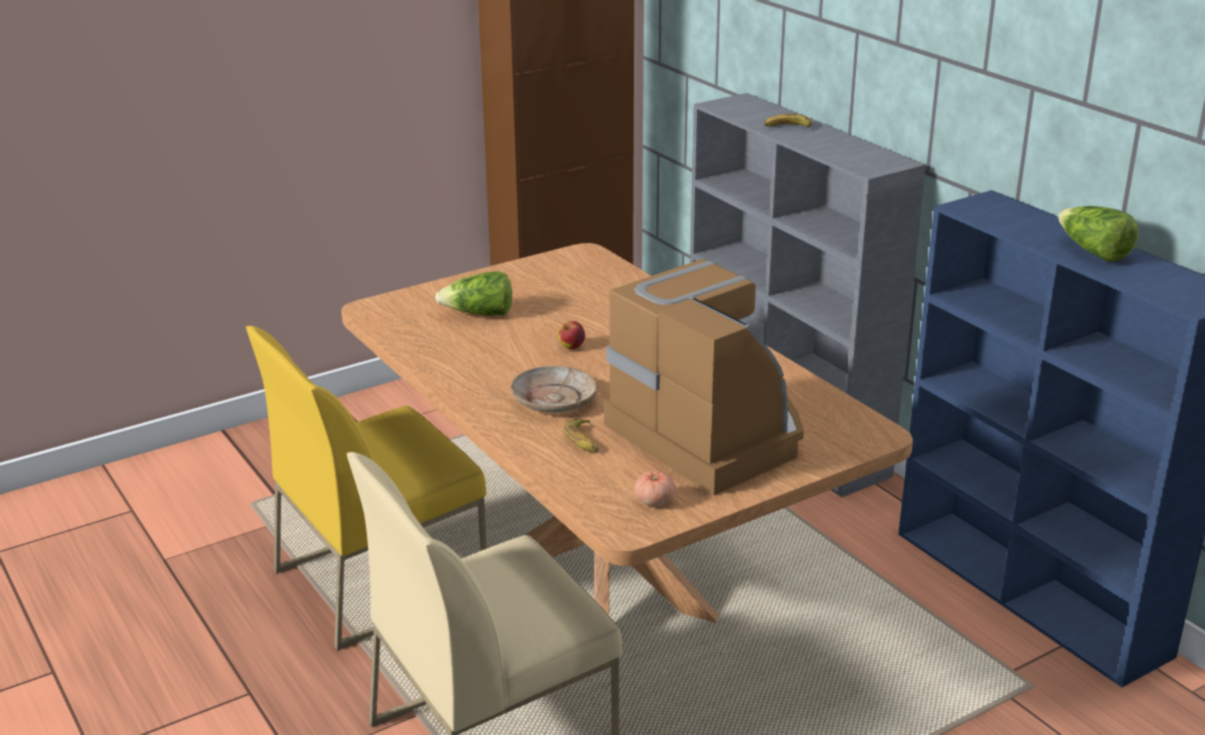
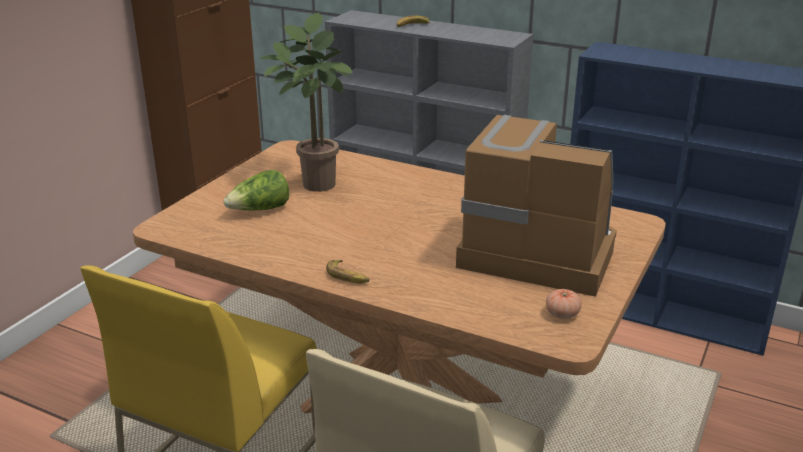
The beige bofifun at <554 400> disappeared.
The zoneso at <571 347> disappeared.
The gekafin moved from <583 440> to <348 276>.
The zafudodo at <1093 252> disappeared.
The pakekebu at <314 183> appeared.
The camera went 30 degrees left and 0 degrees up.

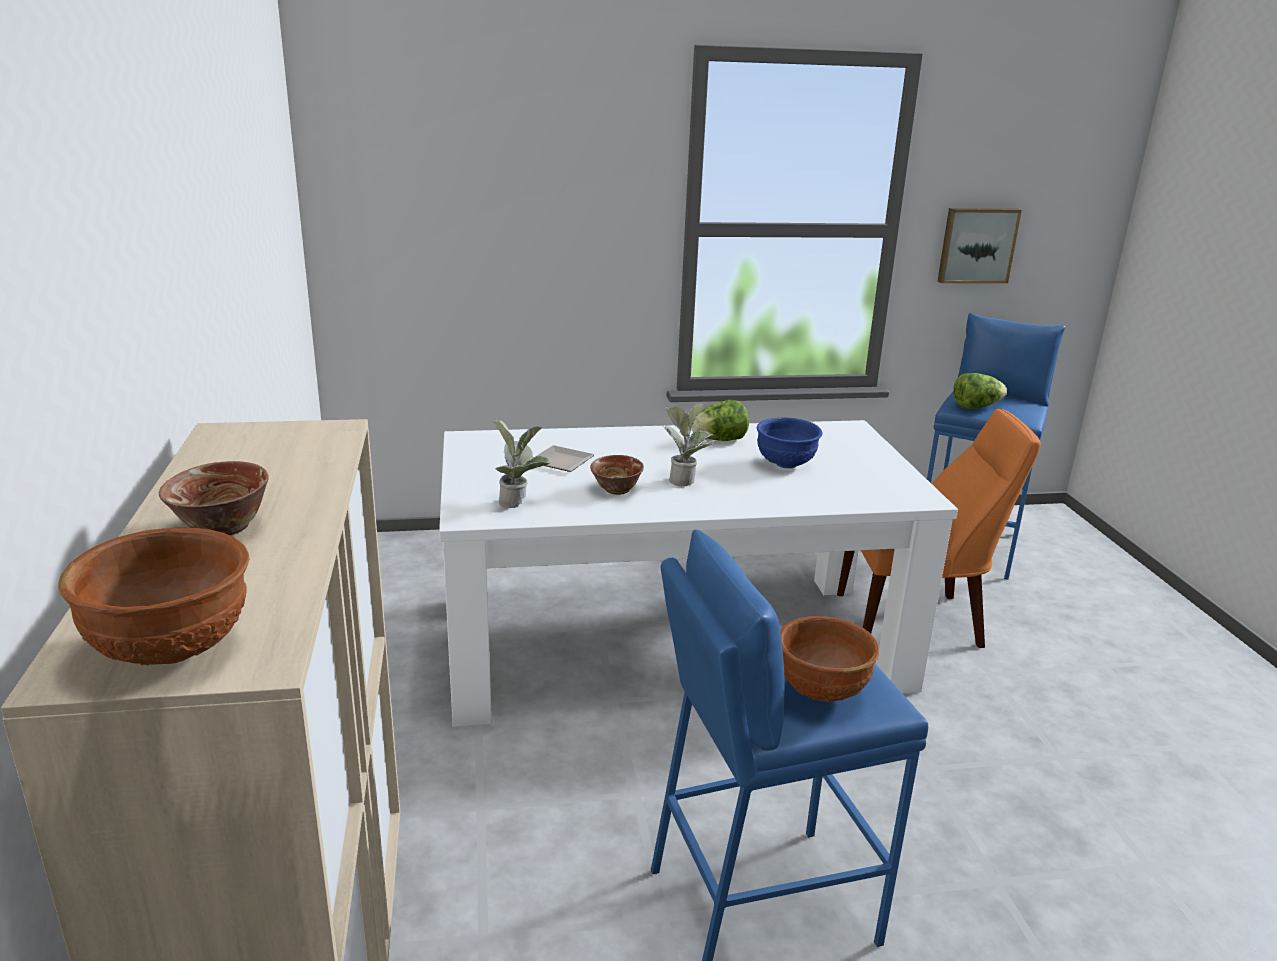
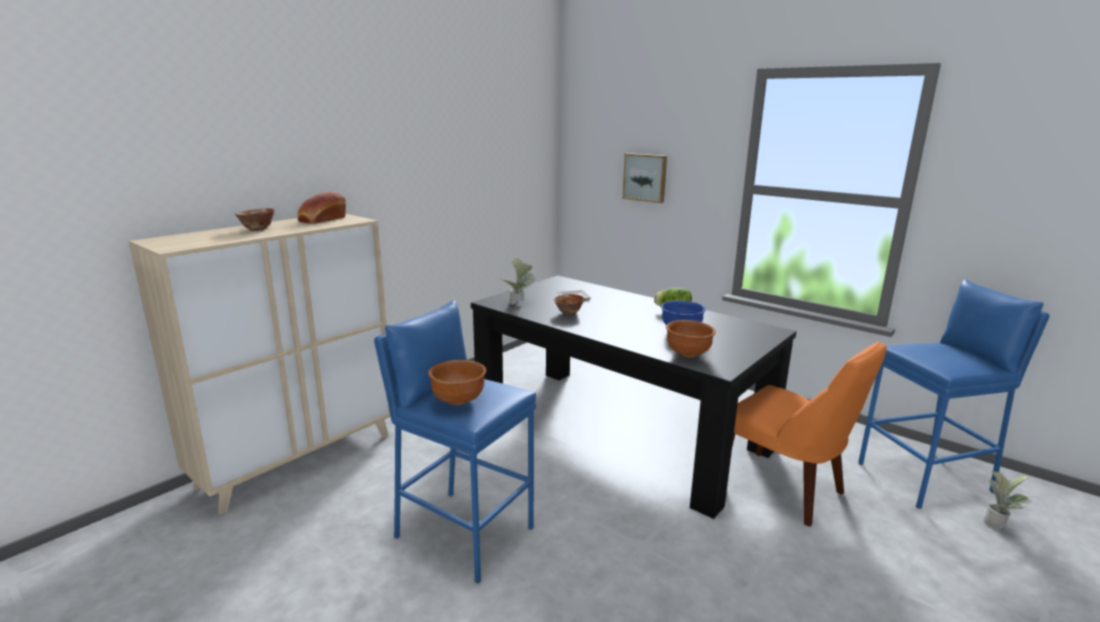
The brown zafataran moved from <173 651> to <688 355>.
The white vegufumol at <673 643> became the black vegufumol at <617 428>.
The pakekebu moved from <686 480> to <998 523>.
The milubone moved from <976 245> to <645 177>.
The zafudodo at <976 407> disappeared.
The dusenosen at <321 220> appeared.
The camera went 50 degrees right and 5 degrees down.

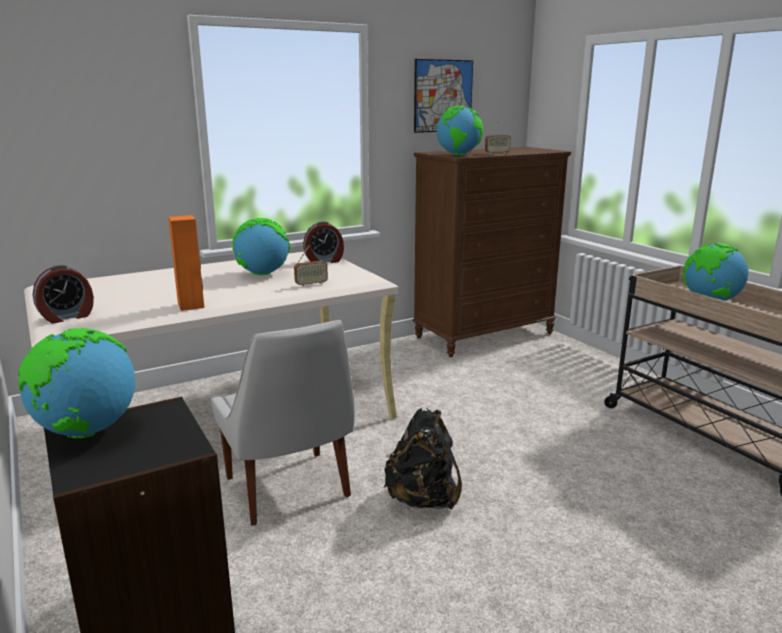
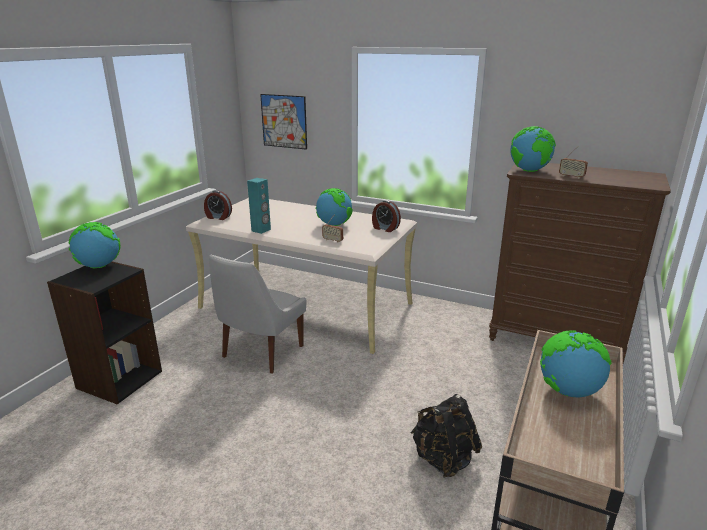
The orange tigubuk at <191 305> became the turquoise tigubuk at <261 230>.
The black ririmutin moved from <423 499> to <443 459>.
The milubone moved from <443 96> to <284 121>.
The camera went 55 degrees right and 5 degrees up.

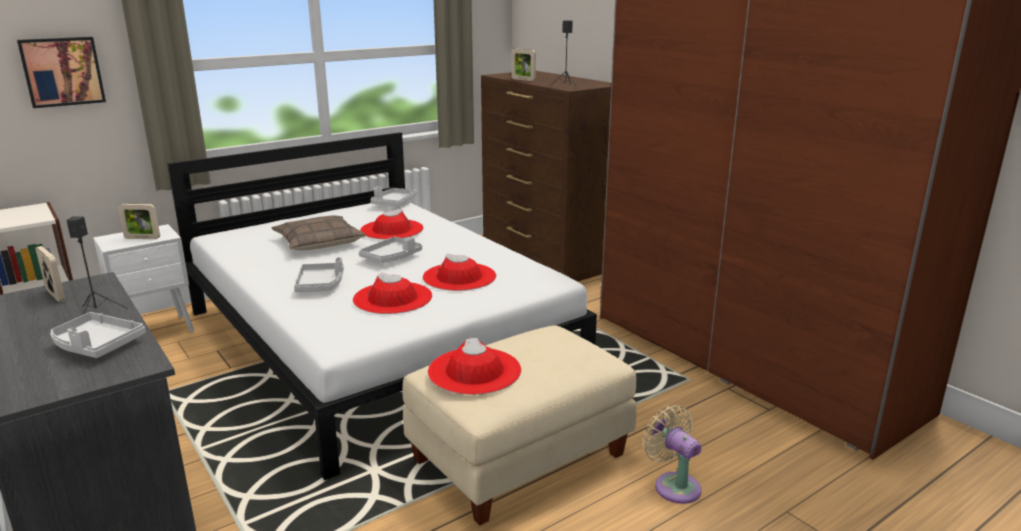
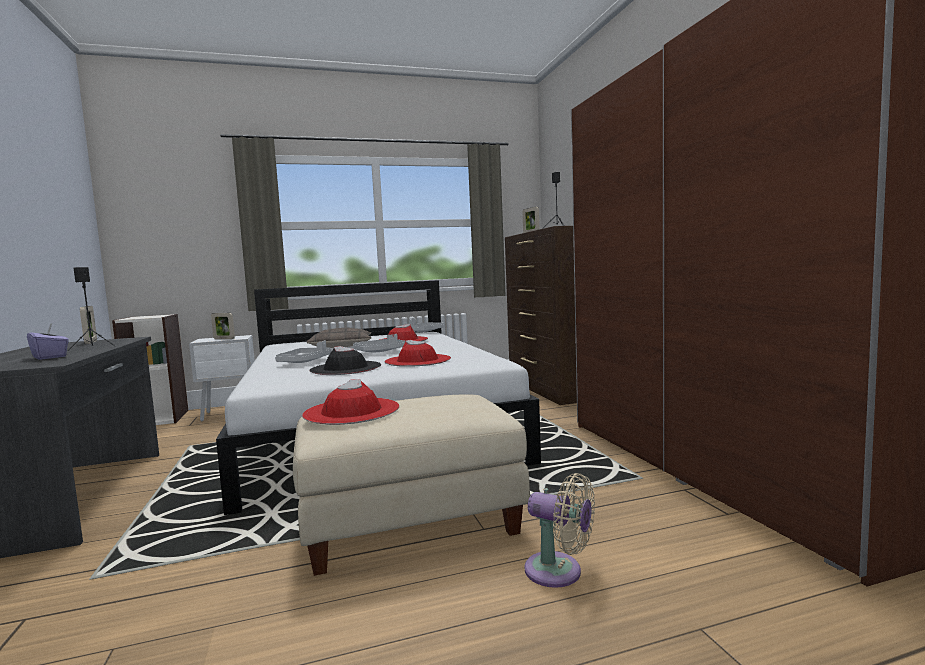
The milubone at <62 71> disappeared.
The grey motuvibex at <96 345> was replaced by the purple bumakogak at <50 357>.
The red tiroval at <392 298> became the black tiroval at <346 368>.
The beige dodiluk at <674 485> turned 135 degrees clockwise.
The camera went 20 degrees right and 15 degrees down.

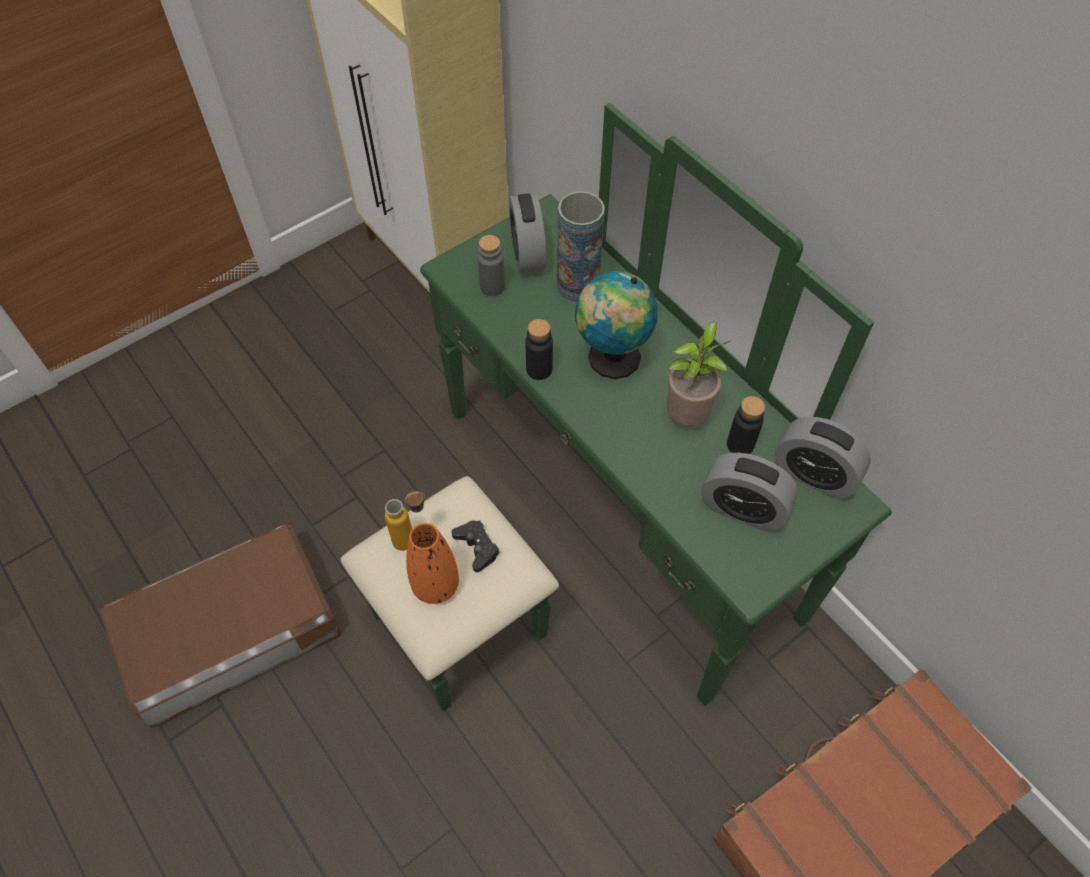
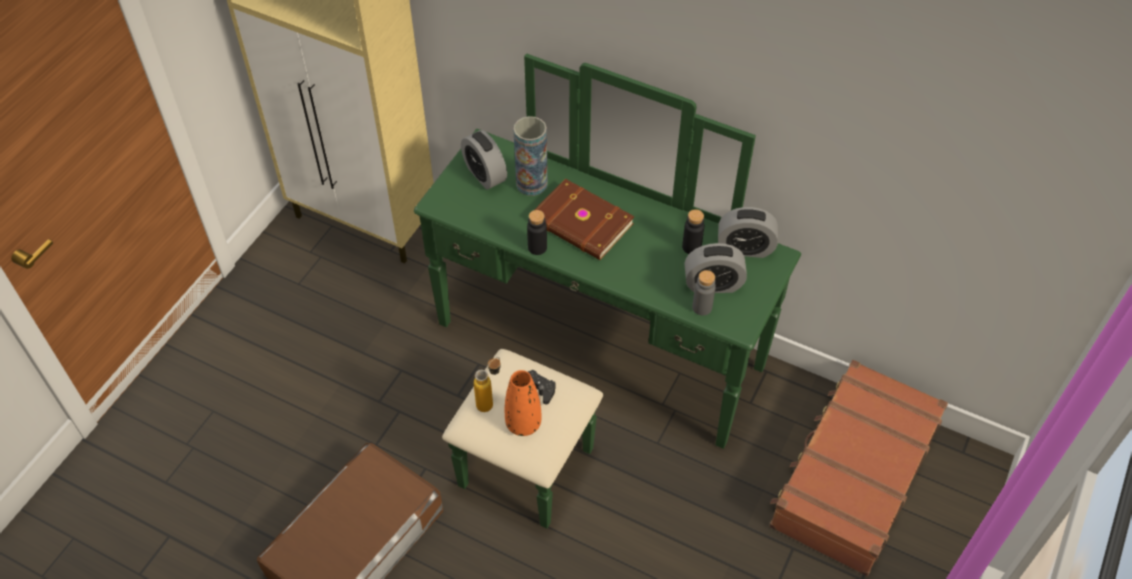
The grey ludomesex moved from <492 286> to <702 307>.
The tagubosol at <611 359> was replaced by the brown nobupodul at <581 224>.
The pakekebu at <688 415> disappeared.
The camera went 25 degrees left and 5 degrees down.

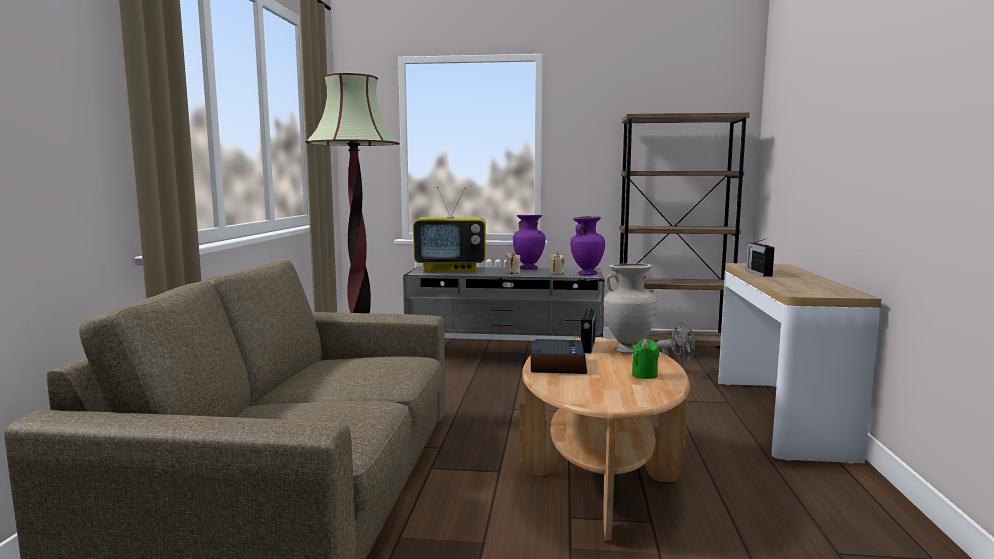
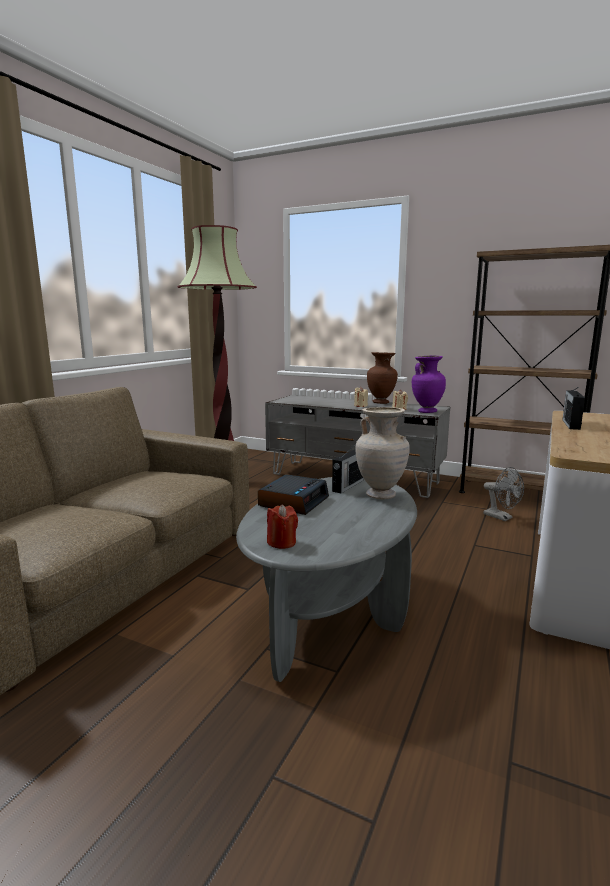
The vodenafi at <451 269> disappeared.
The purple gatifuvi at <529 269> became the brown gatifuvi at <381 403>.
The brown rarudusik at <600 477> became the grey rarudusik at <330 613>.
The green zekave at <644 375> disappeared.
The red zekave at <282 542> appeared.
The camera went 20 degrees right and 5 degrees up.

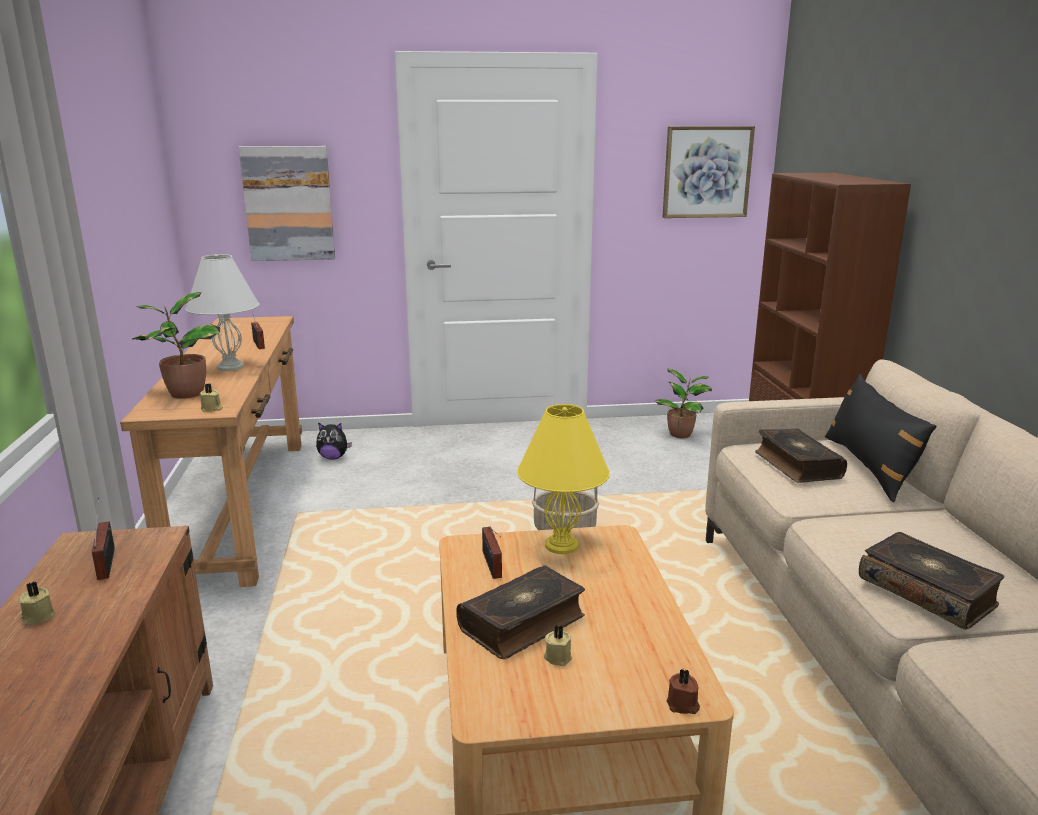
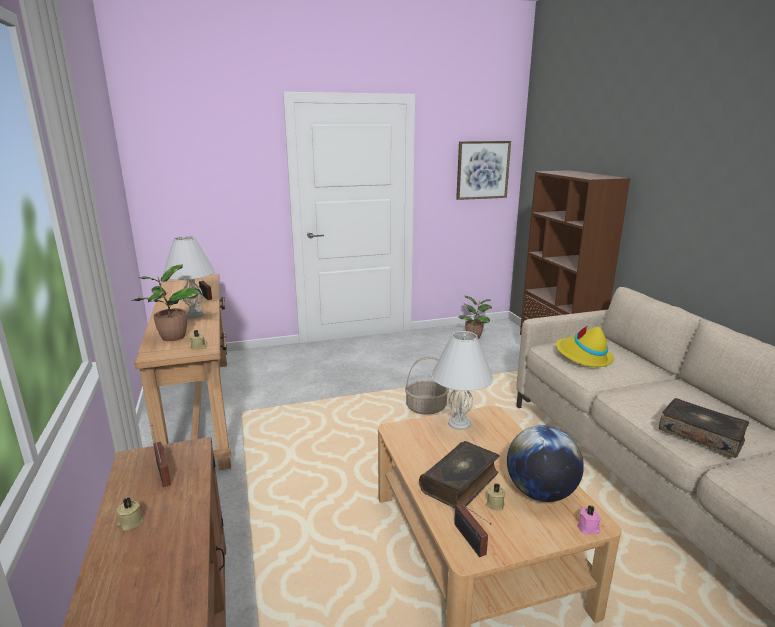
The milubone at <288 203> disappeared.
The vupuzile at <333 457> disappeared.
The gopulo moved from <492 566> to <470 541>.
The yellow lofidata at <561 545> became the white lofidata at <459 423>.
The brown zekave at <683 705> became the pink zekave at <588 528>.
The nobupodul at <796 465> was replaced by the yellow tiroval at <583 357>.
The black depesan at <869 467> disappeared.
The tagubosol at <540 493> appeared.
The camera went 10 degrees left and 0 degrees up.

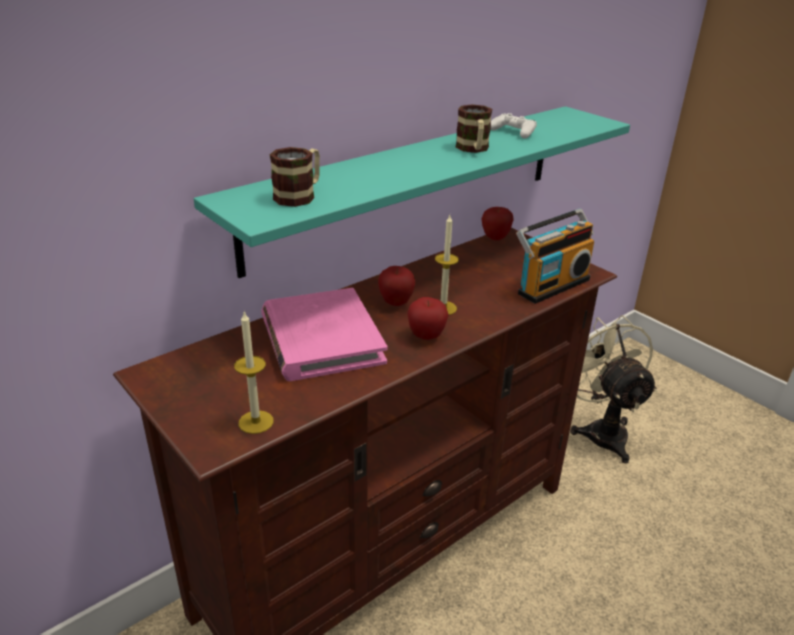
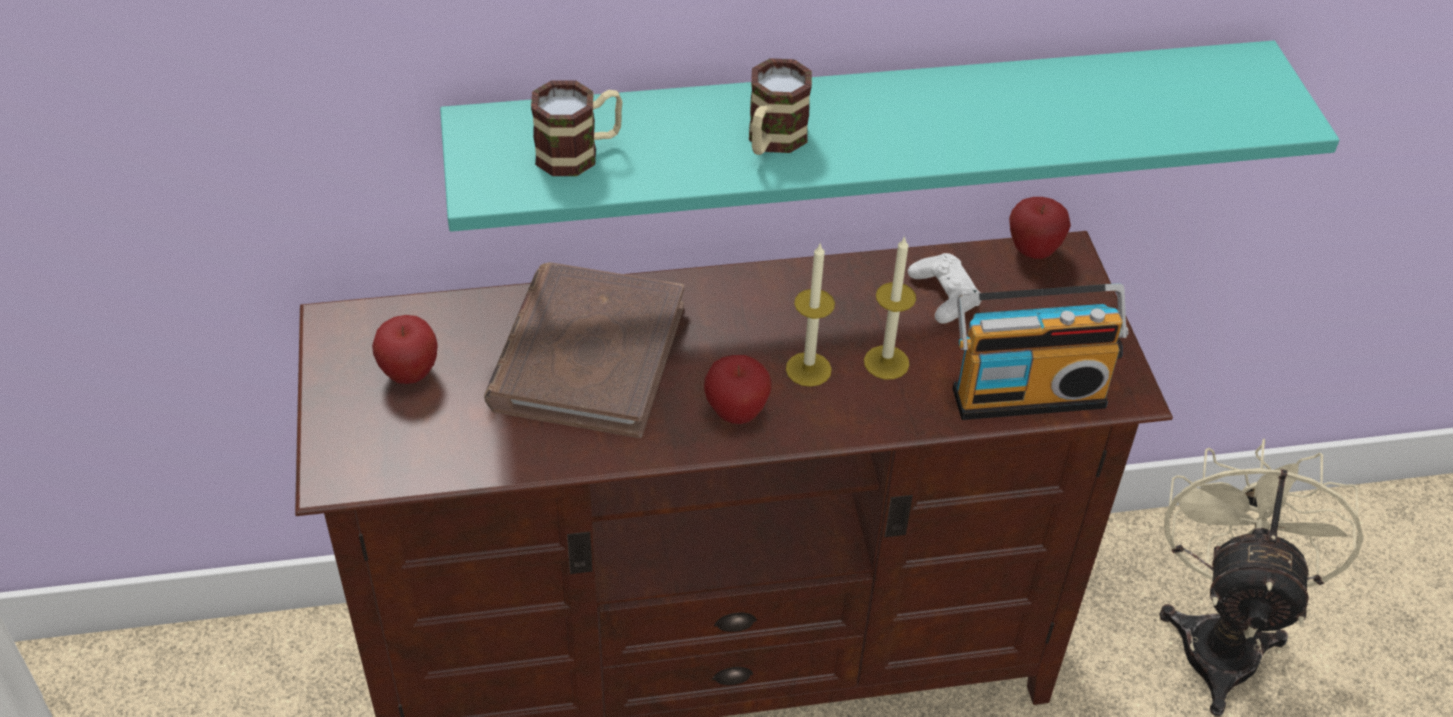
The zekave moved from <256 422> to <886 362>.
The pink nobupodul at <321 339> became the brown nobupodul at <587 356>.
The zoneso moved from <396 303> to <409 374>.
The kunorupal moved from <473 149> to <772 141>.
The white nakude moved from <513 132> to <944 295>.
The camera went 30 degrees right and 15 degrees up.

